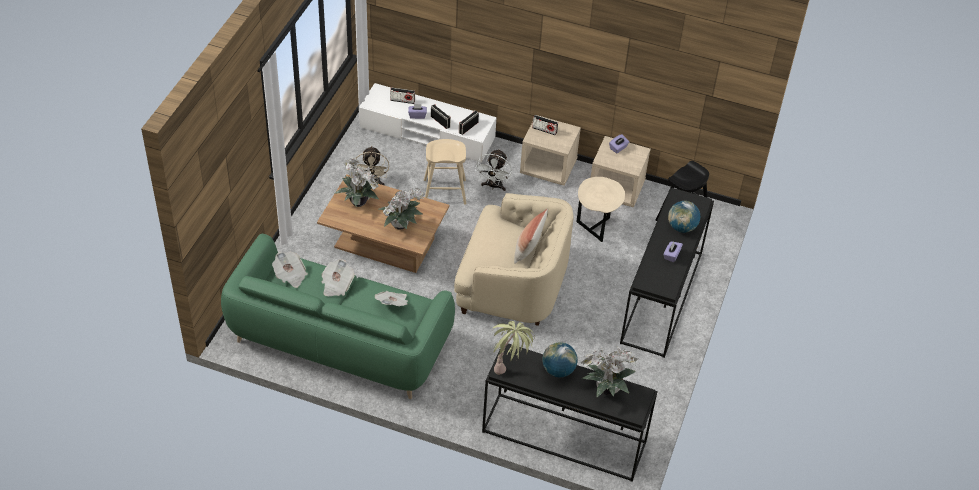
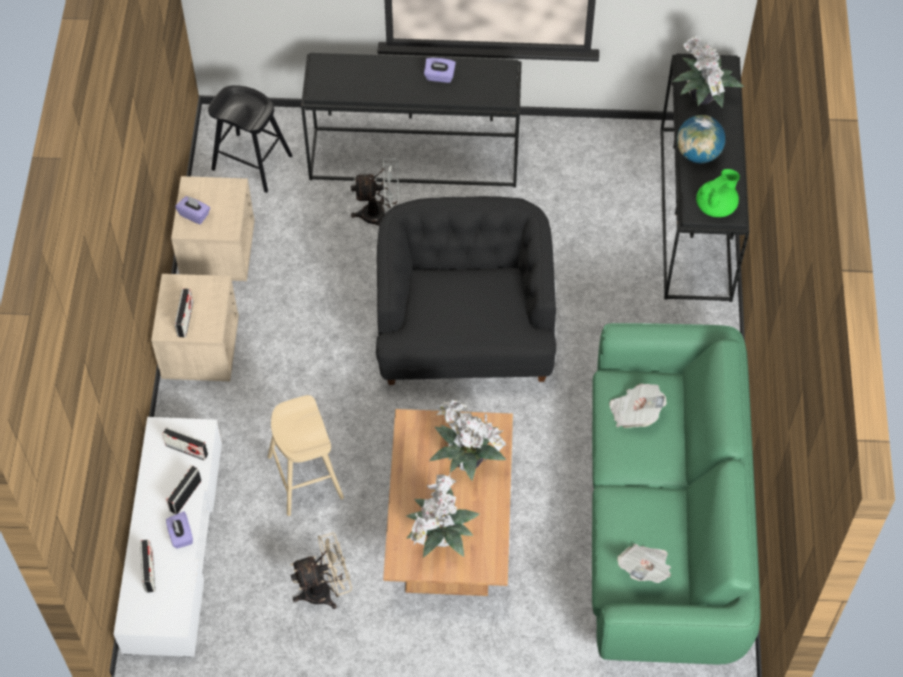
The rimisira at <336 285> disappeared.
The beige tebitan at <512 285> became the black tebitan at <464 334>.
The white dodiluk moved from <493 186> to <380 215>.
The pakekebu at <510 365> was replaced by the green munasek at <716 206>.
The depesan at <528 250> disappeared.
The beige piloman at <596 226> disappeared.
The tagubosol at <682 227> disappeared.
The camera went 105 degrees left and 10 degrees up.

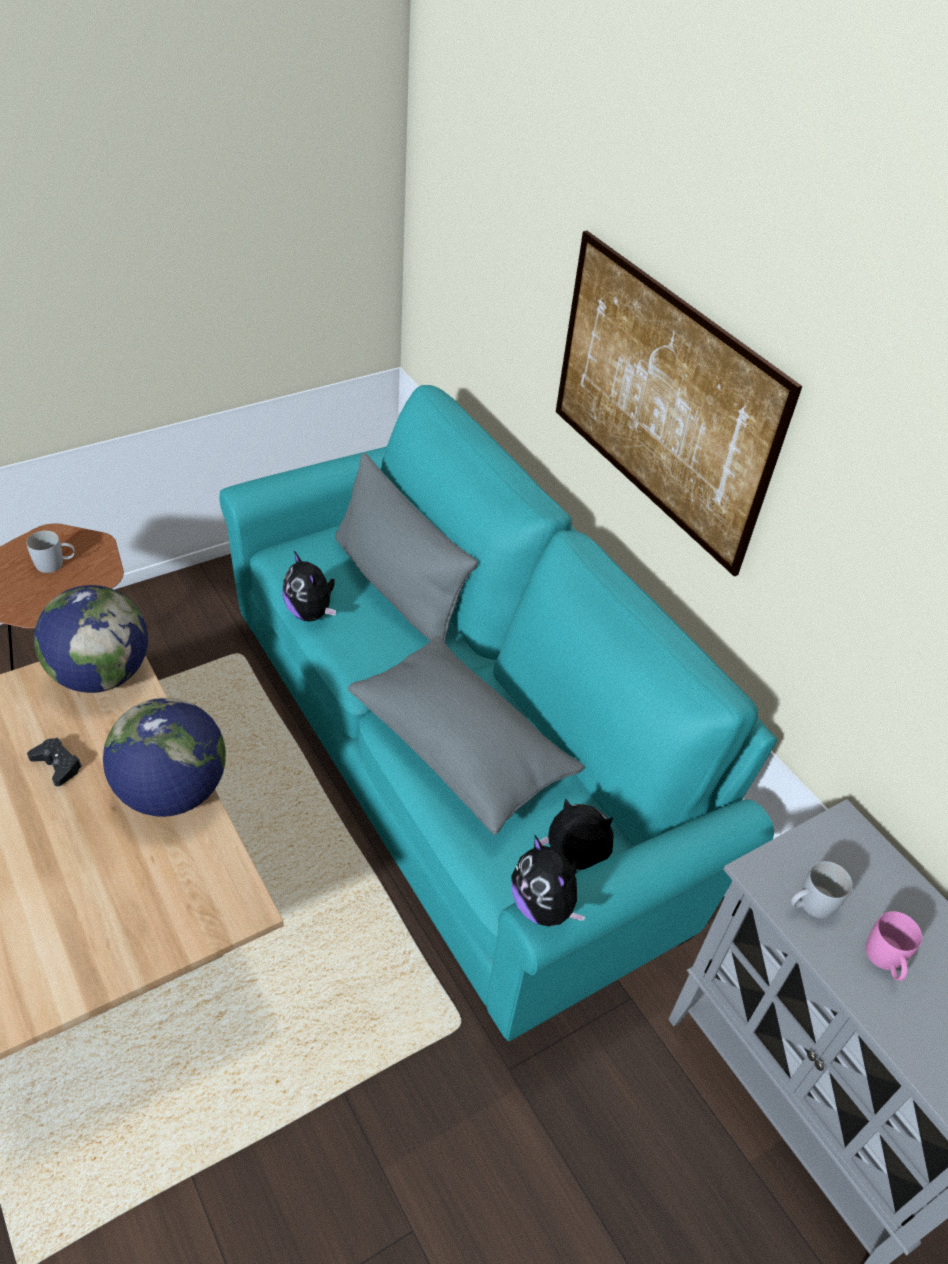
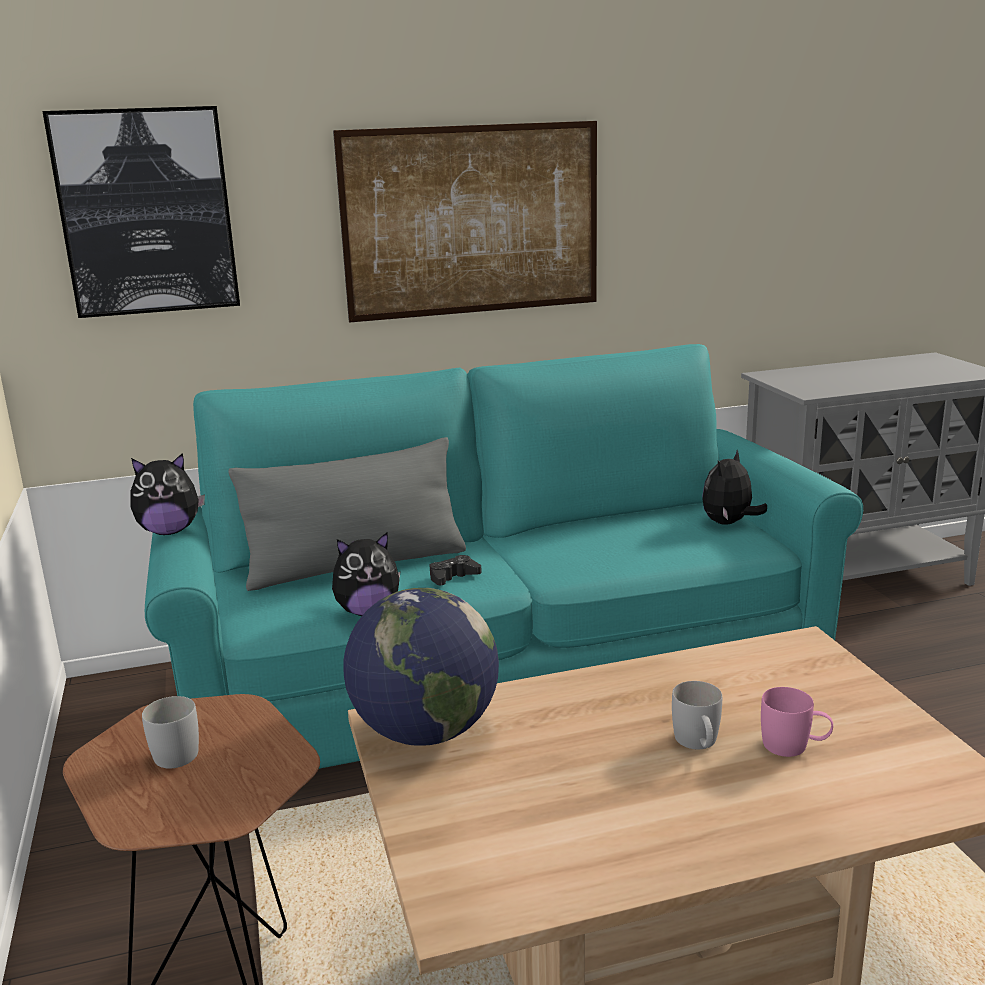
The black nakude moved from <57 765> to <453 577>.
The tagubosol at <172 792> disappeared.
The grey depesan at <461 748> disappeared.
The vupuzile moved from <544 906> to <169 531>.
The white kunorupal moved from <810 905> to <698 744>.
The pink kunorupal moved from <885 961> to <794 746>.
The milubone at <146 212> appeared.
The camera went 70 degrees left and 25 degrees down.

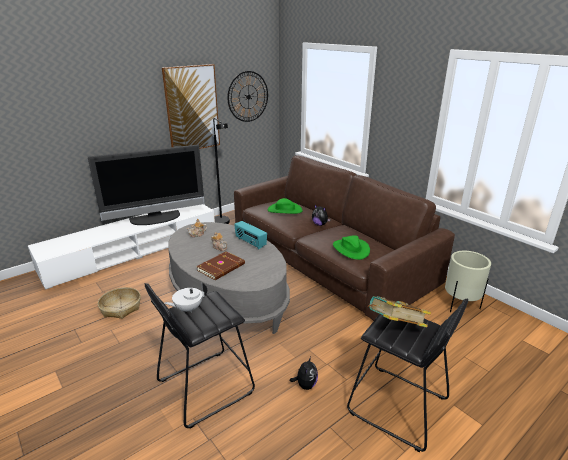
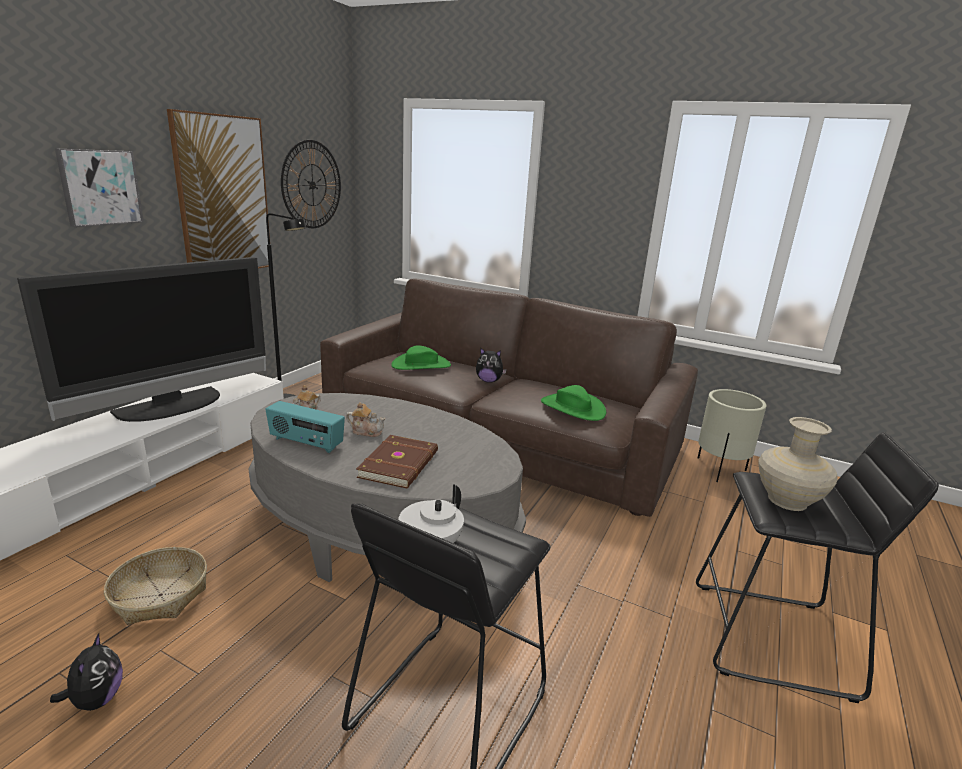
The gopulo moved from <250 243> to <306 443>.
The vupuzile moved from <305 385> to <96 699>.
The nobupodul at <395 327> was replaced by the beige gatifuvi at <788 500>.
The milubone at <100 187> appeared.
The camera went 25 degrees left and 5 degrees down.

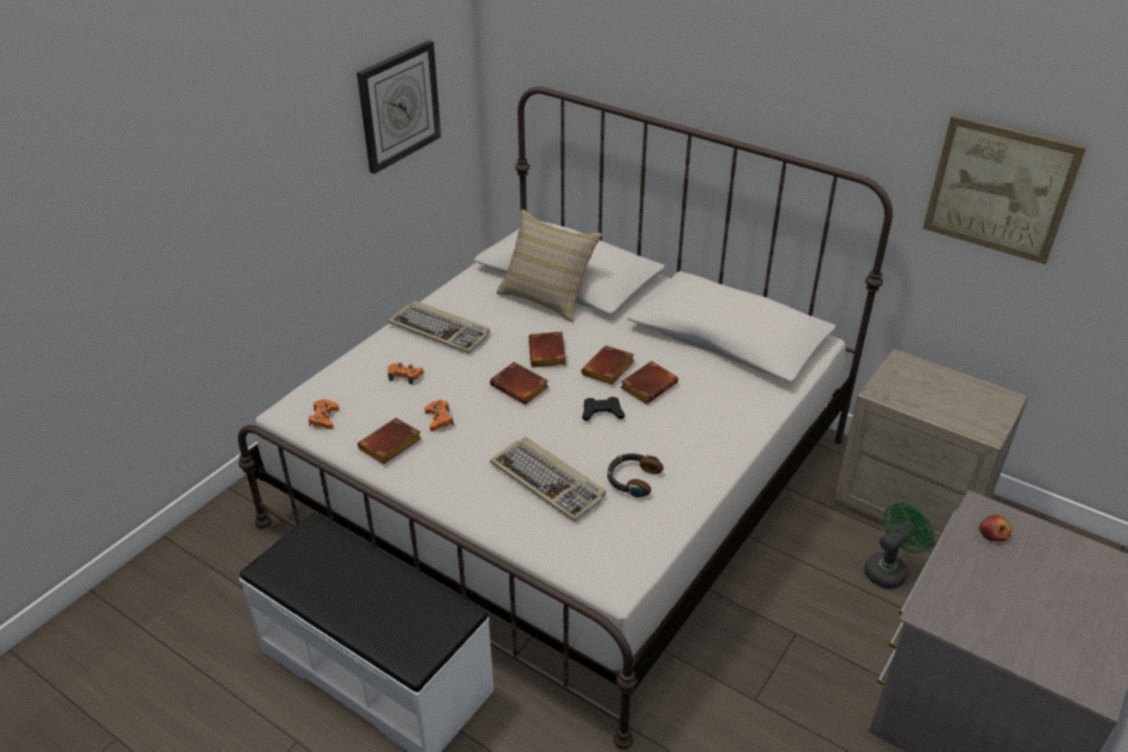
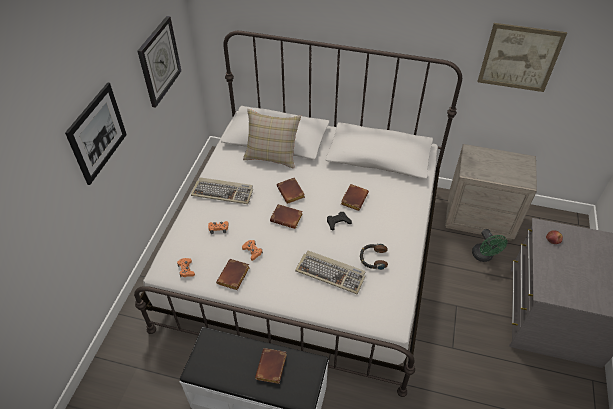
The brown nobupodul moved from <608 370> to <272 368>.
The green dodiluk at <889 569> turned 135 degrees clockwise.
The milubone at <97 133> appeared.
The camera went 20 degrees left and 10 degrees up.

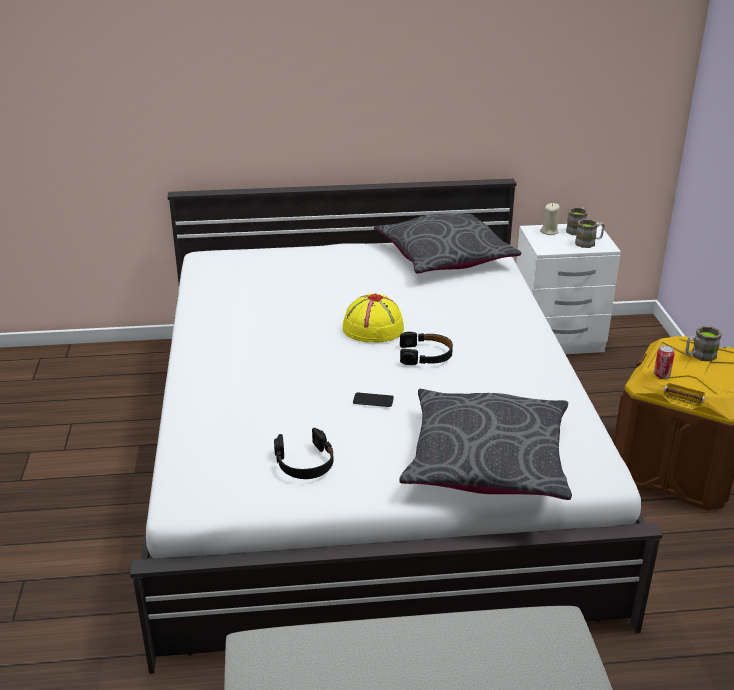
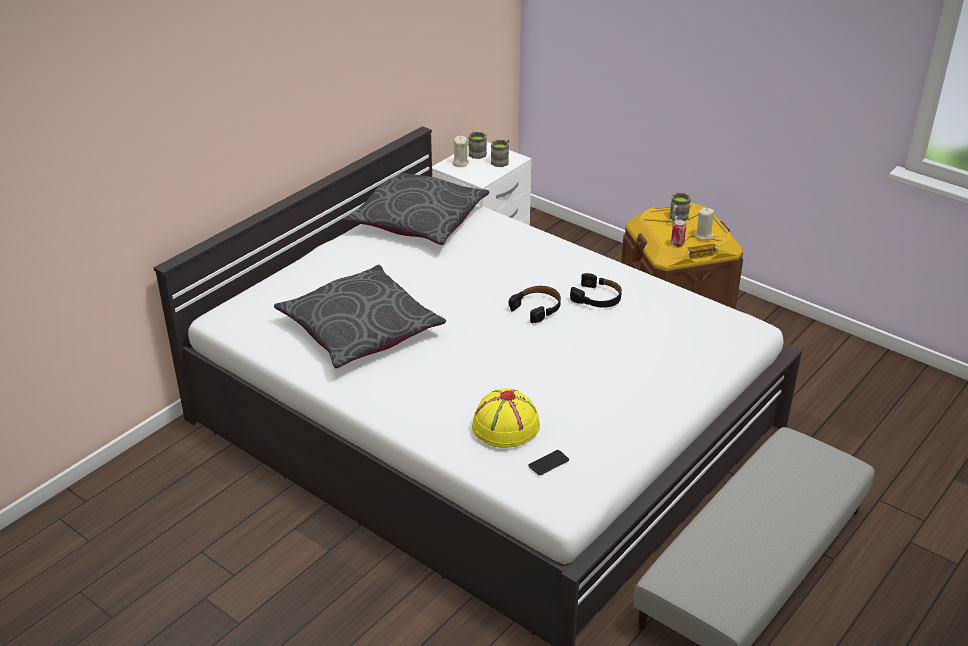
The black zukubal moved from <305 463> to <597 298>.
The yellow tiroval moved from <372 328> to <505 426>.
The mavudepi moved from <373 400> to <548 463>.
The grey depesan moved from <487 459> to <360 329>.
The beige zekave at <703 235> appeared.
The camera went 45 degrees left and 5 degrees up.

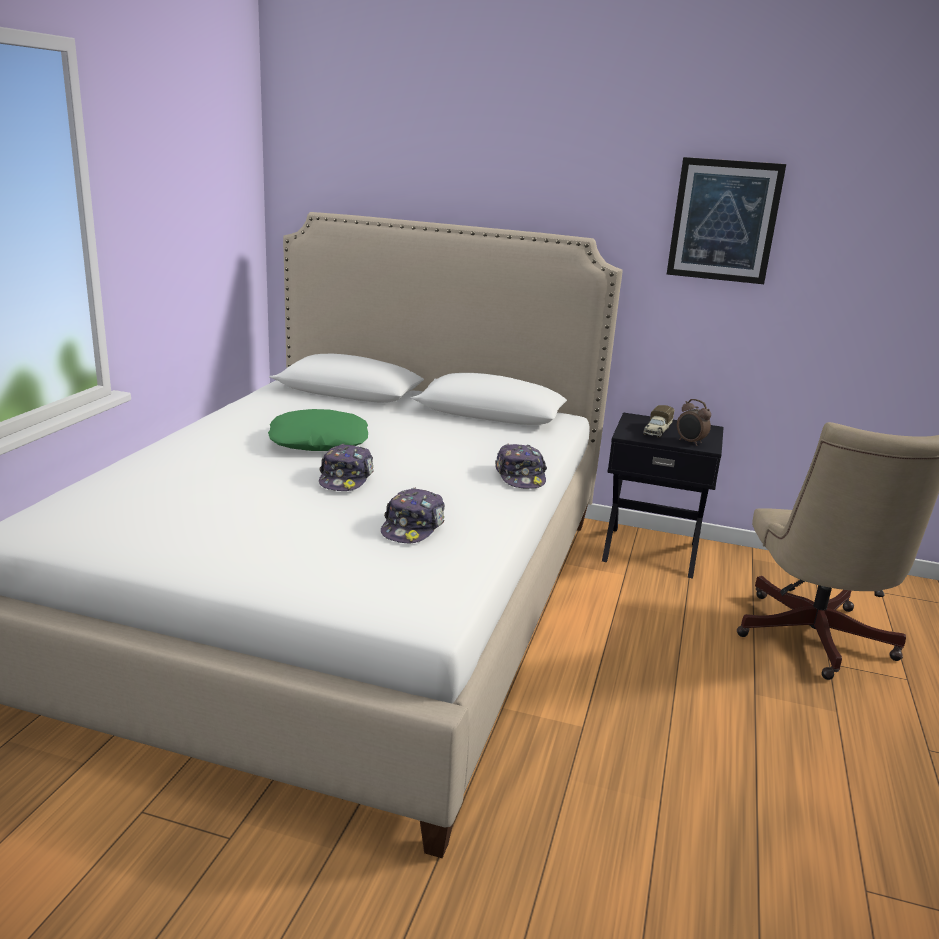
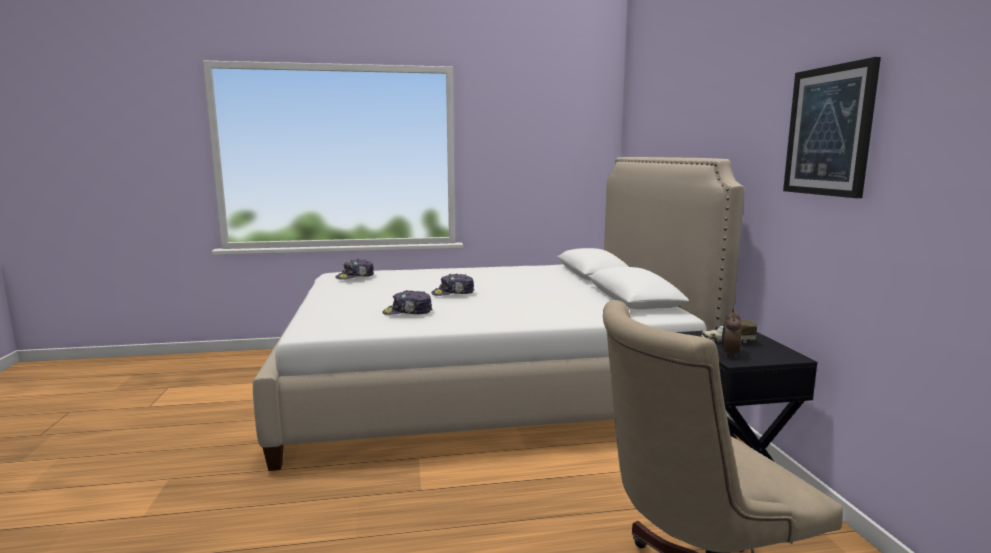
The green depesan at <319 441> disappeared.
The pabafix moved from <520 476> to <355 277>.
The camera went 65 degrees right and 10 degrees down.

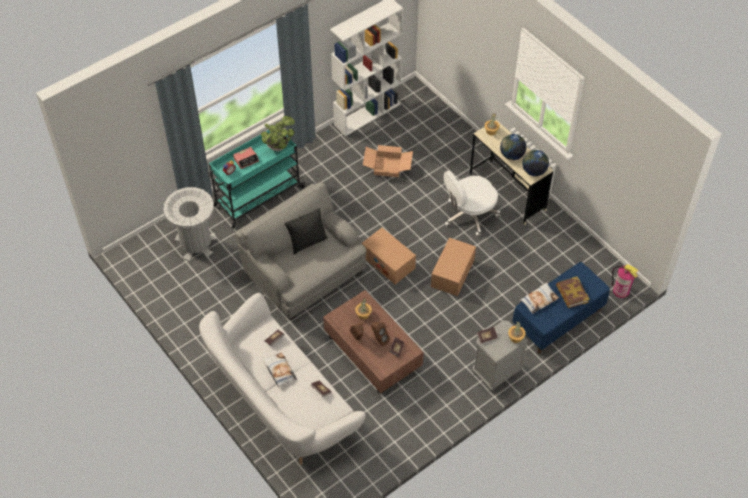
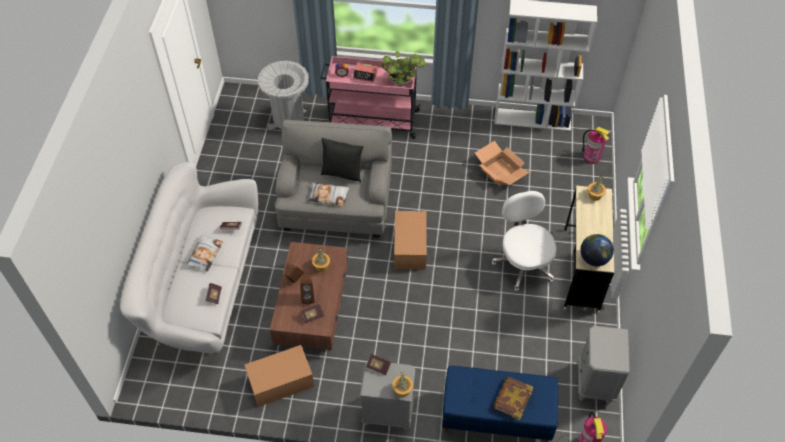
The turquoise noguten at <257 197> became the pink noguten at <371 120>.
The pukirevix moved from <452 273> to <281 382>.
The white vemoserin at <469 215> turned 60 degrees clockwise.
The tagubosol at <511 155> disappeared.
The depesan moved from <539 299> to <329 196>.
The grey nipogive at <595 382> appeared.
The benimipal at <591 157> appeared.
The camera went 45 degrees right and 0 degrees up.

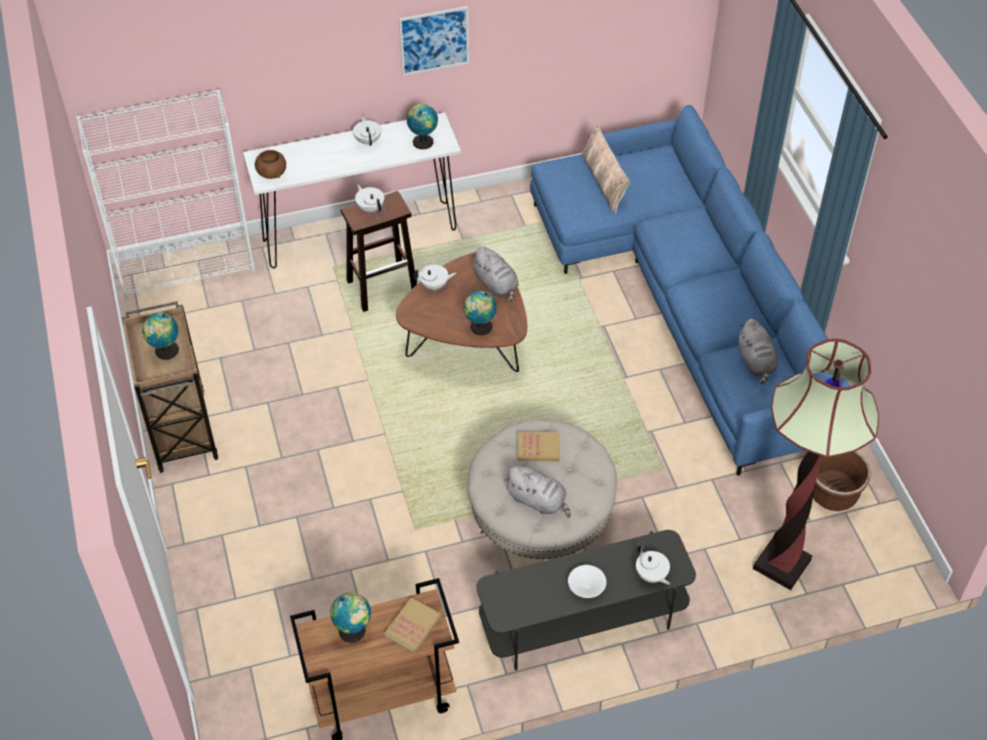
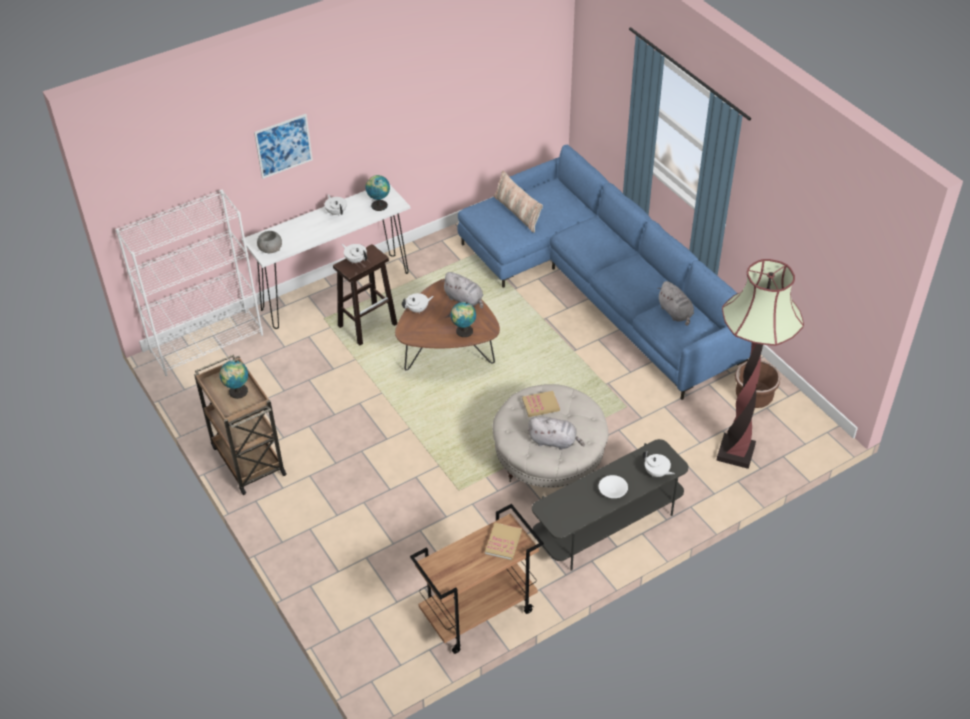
The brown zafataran at <272 173> became the grey zafataran at <270 249>.
The tagubosol at <354 631> disappeared.
The milubone moved from <434 40> to <283 146>.
The camera went 15 degrees left and 5 degrees down.

